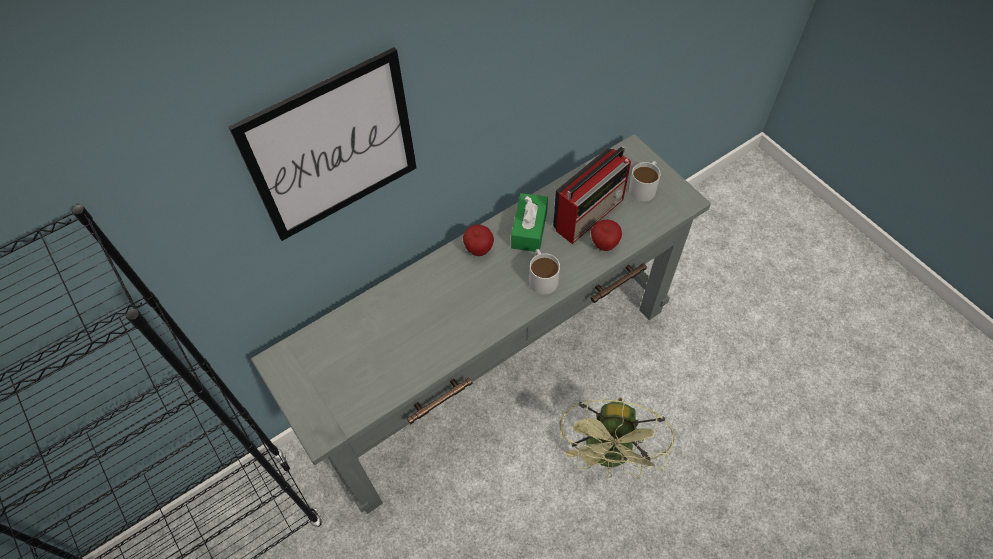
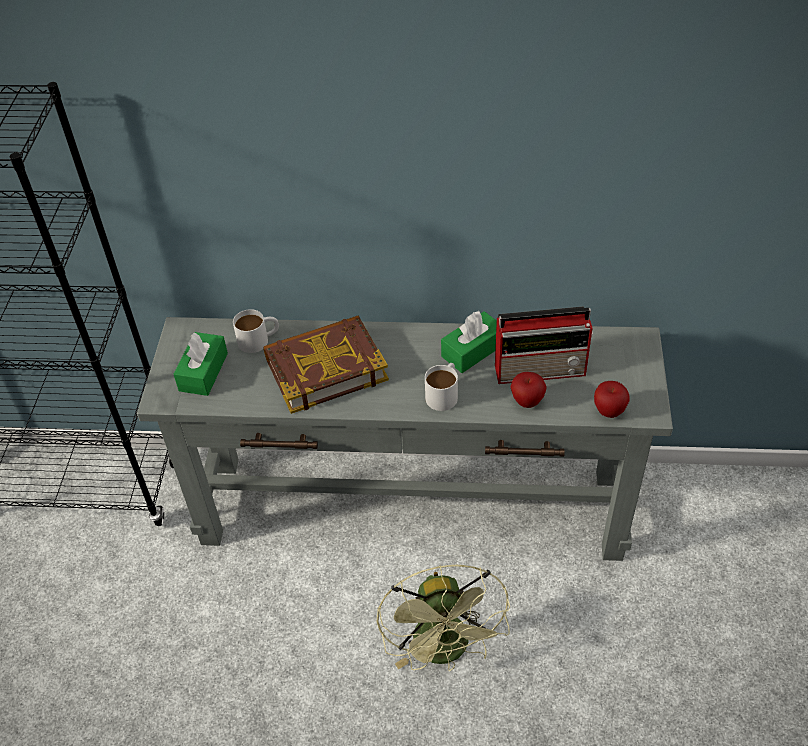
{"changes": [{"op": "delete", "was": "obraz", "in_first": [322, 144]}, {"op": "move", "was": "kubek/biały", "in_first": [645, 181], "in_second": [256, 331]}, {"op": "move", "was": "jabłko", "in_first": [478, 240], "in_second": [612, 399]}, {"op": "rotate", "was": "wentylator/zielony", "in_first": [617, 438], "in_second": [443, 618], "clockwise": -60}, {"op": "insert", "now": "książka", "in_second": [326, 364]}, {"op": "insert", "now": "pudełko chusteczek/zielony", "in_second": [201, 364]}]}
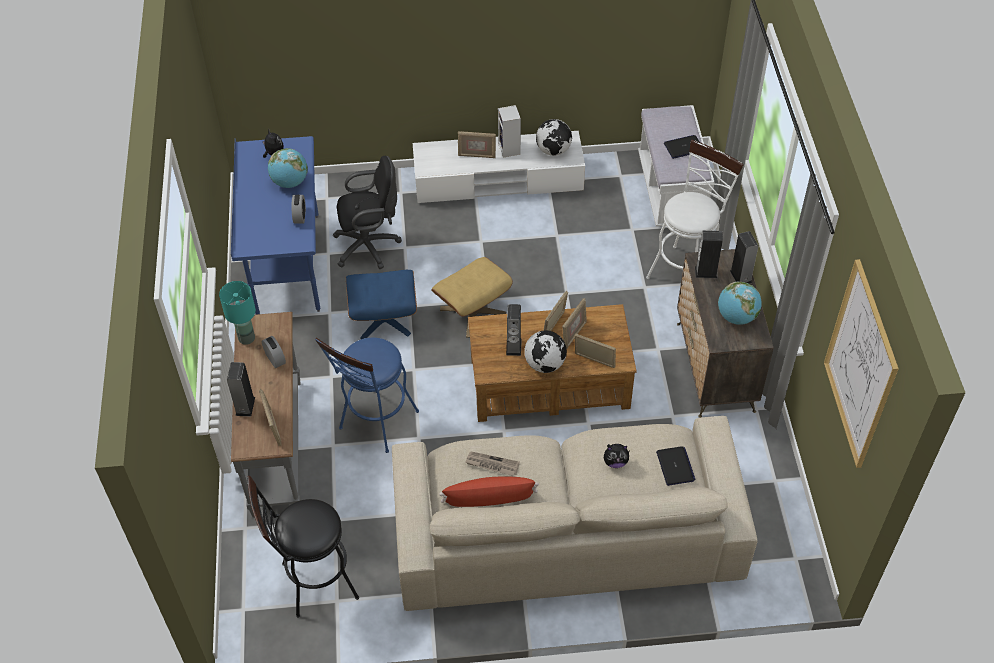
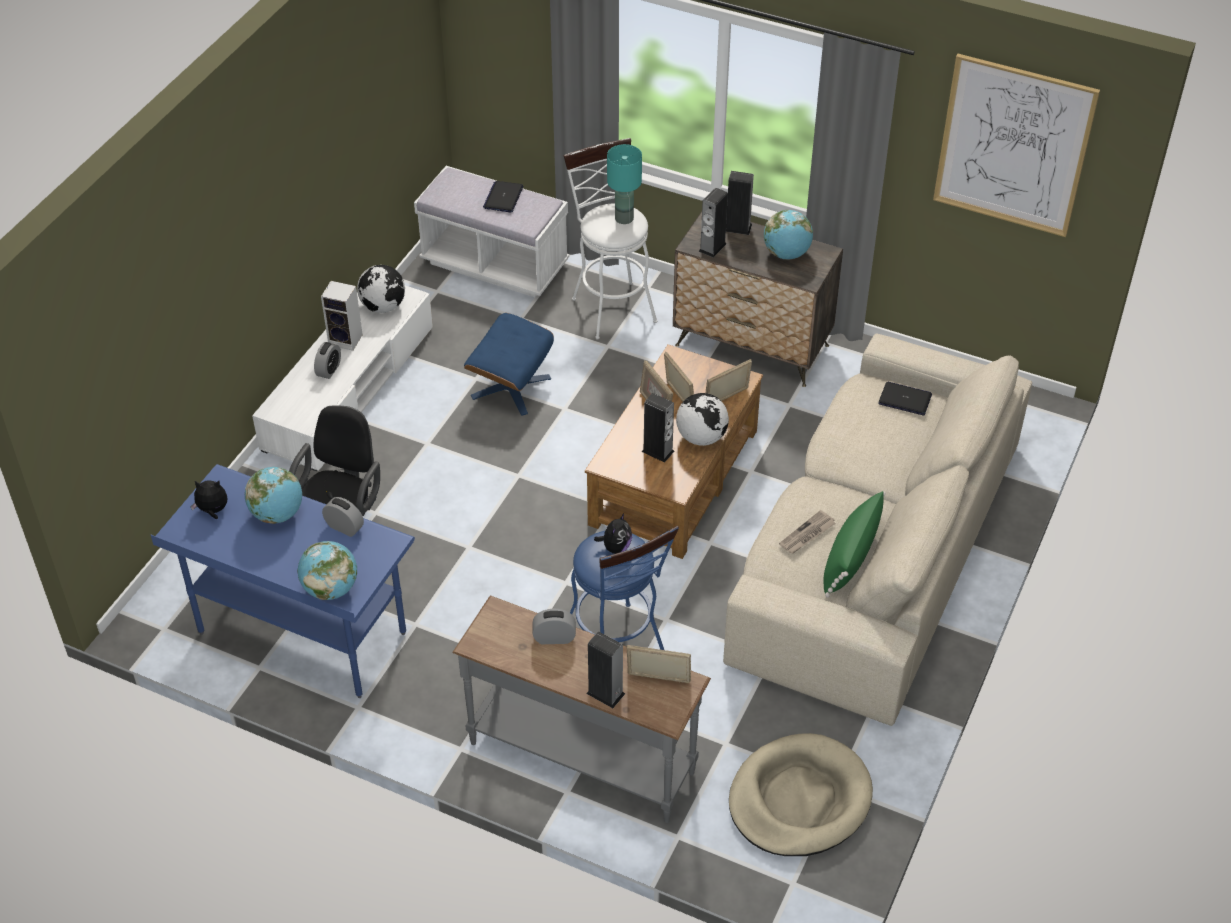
{"changes": [{"op": "replace", "was": "ramka na zdjęcie", "now": "budzik", "in_first": [477, 144], "in_second": [327, 360]}, {"op": "delete", "was": "pufa/beżowy", "in_first": [472, 297]}, {"op": "move", "was": "pufa/niebieski", "in_first": [381, 304], "in_second": [509, 364]}, {"op": "move", "was": "lampa stołowa/turkusowy", "in_first": [237, 313], "in_second": [624, 184]}, {"op": "move", "was": "pluszak", "in_first": [616, 456], "in_second": [613, 533]}, {"op": "replace", "was": "stołek/czarny", "now": "legowisko/beżowy", "in_first": [303, 547], "in_second": [801, 794]}, {"op": "recolor", "was": "poduszka/czerwony", "now": "poduszka/zielony", "in_first": [489, 491], "in_second": [855, 544]}, {"op": "insert", "now": "globus", "in_second": [327, 570]}]}
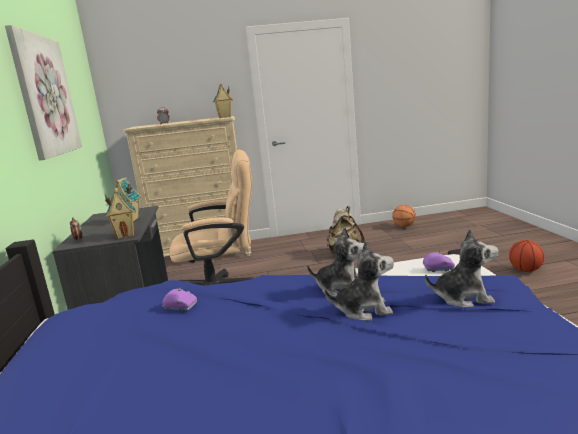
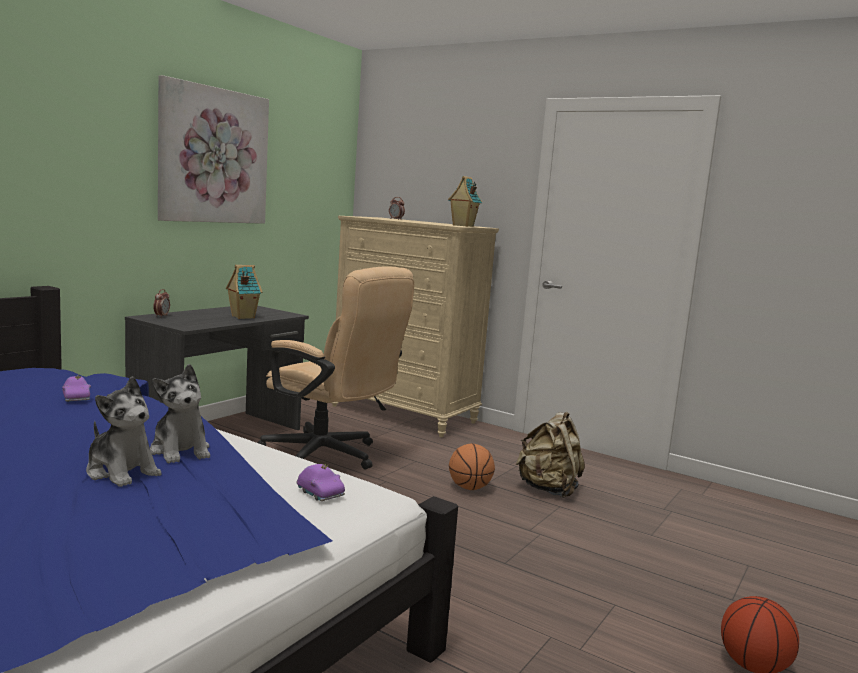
{"changes": [{"op": "delete", "was": "domek", "in_first": [120, 213]}, {"op": "move", "was": "piłka do koszykówki", "in_first": [404, 216], "in_second": [472, 466]}, {"op": "delete", "was": "pluszak", "in_first": [461, 267]}]}
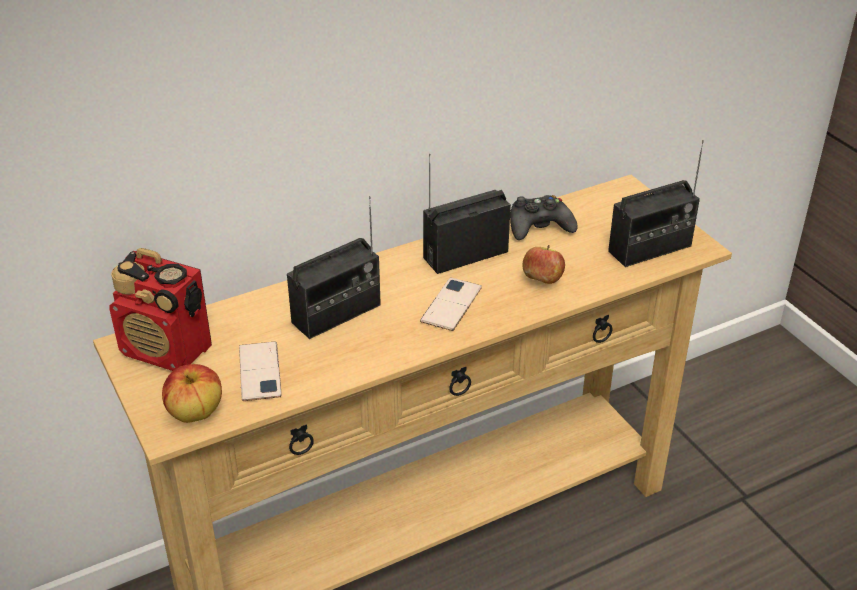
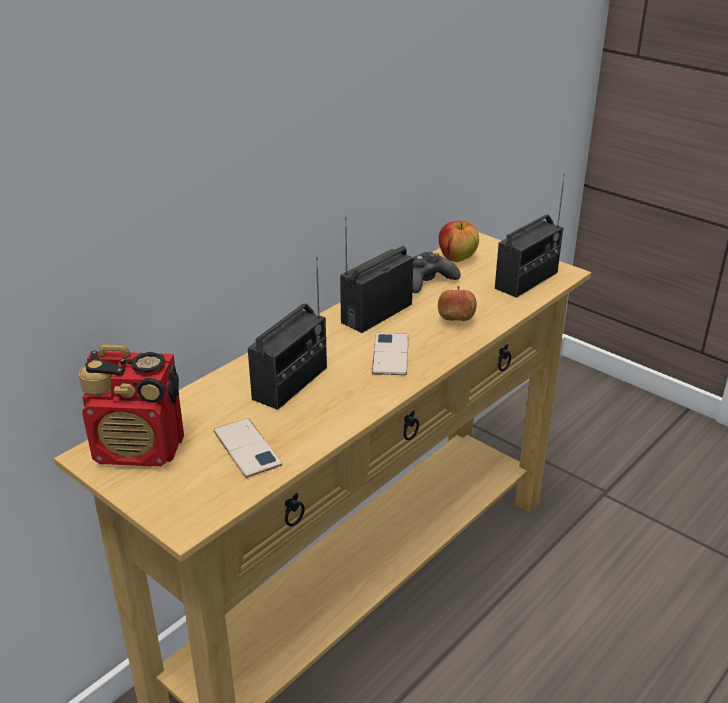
{"changes": [{"op": "move", "was": "jabłko", "in_first": [192, 393], "in_second": [459, 241]}]}
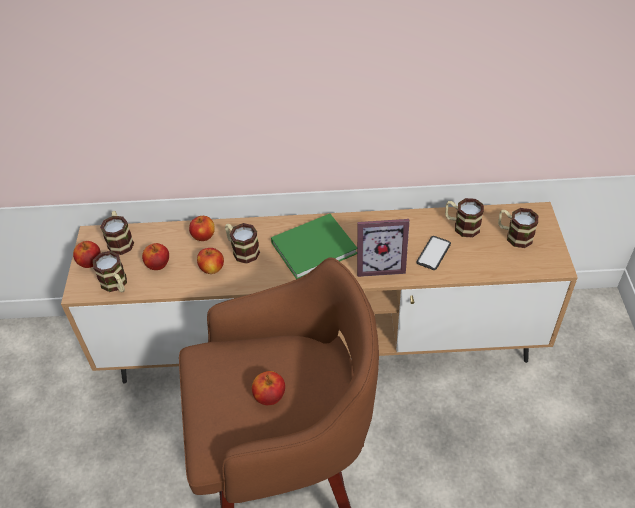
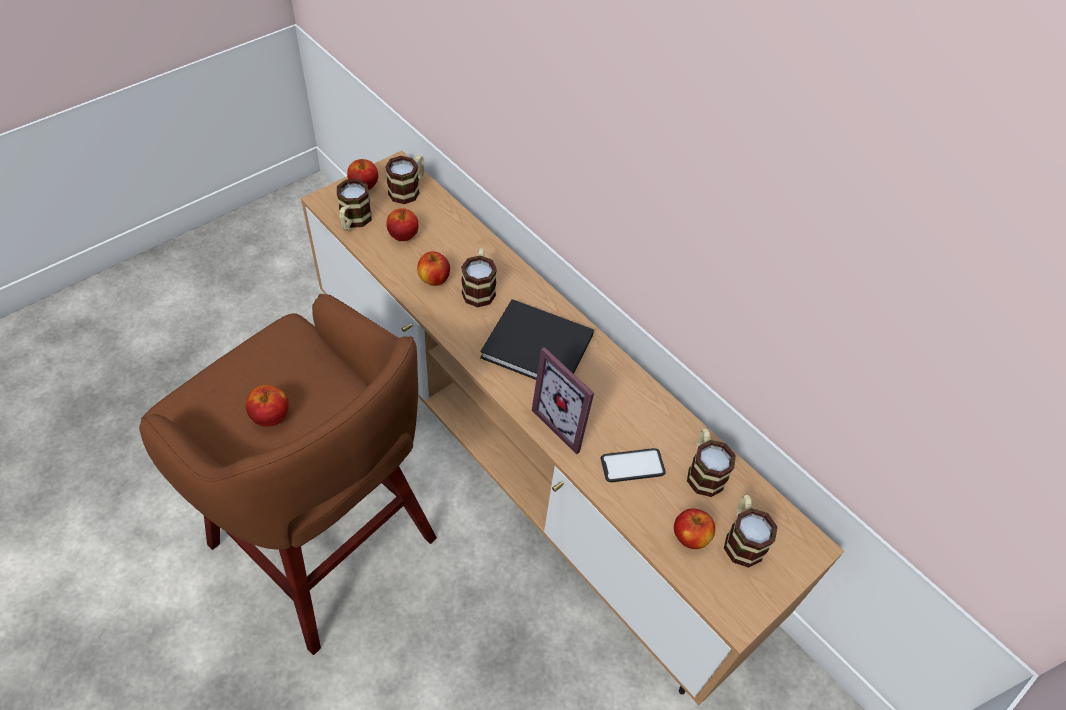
{"changes": [{"op": "recolor", "was": "książka/zielony", "now": "książka/czarny", "in_first": [314, 246], "in_second": [537, 339]}, {"op": "move", "was": "jabłko", "in_first": [202, 228], "in_second": [694, 528]}]}
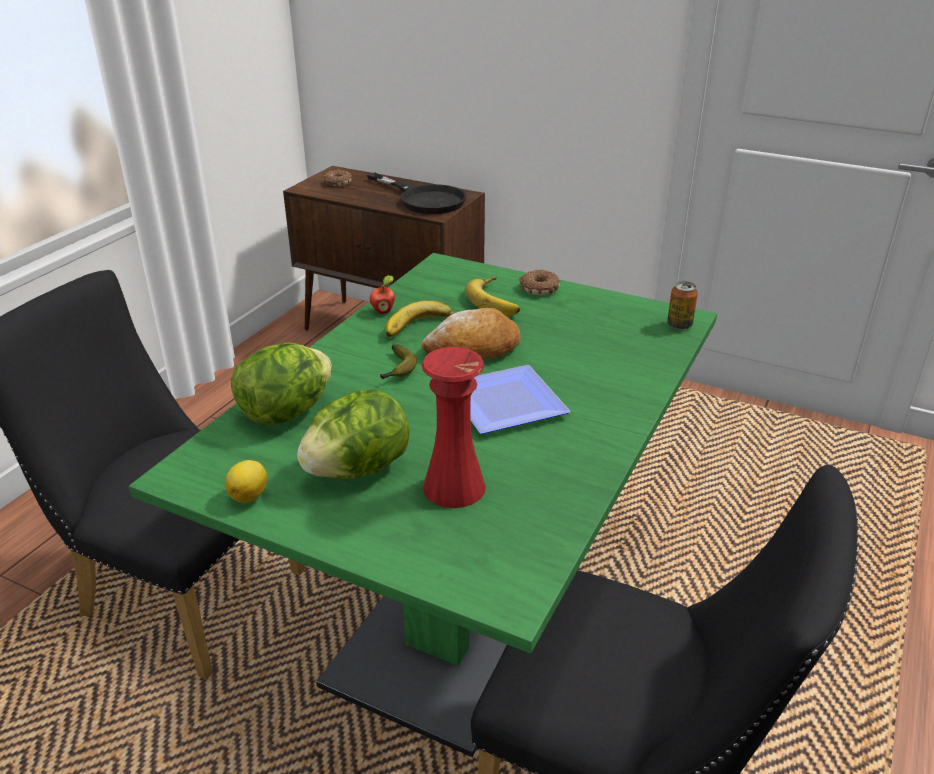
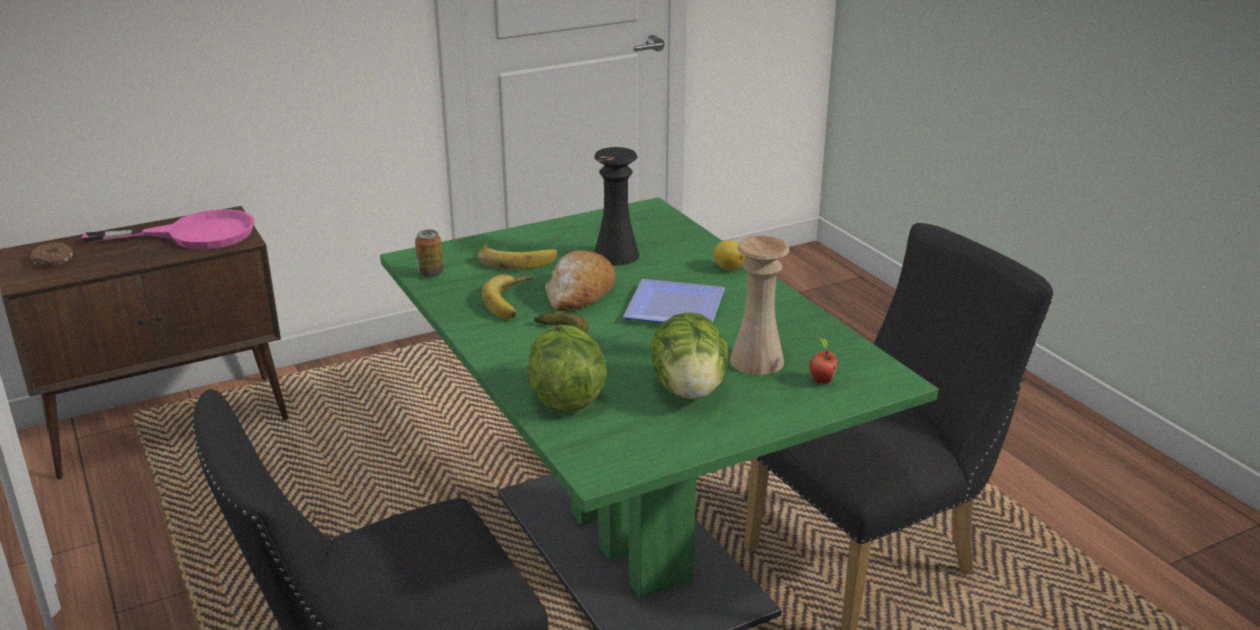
{"changes": [{"op": "recolor", "was": "patelnia/czarny", "now": "patelnia/różowy", "in_first": [416, 193], "in_second": [168, 229]}, {"op": "delete", "was": "donut", "in_first": [539, 282]}, {"op": "move", "was": "jabłko", "in_first": [382, 295], "in_second": [823, 360]}, {"op": "move", "was": "puszka", "in_first": [682, 305], "in_second": [429, 254]}, {"op": "recolor", "was": "wazon/czerwony", "now": "wazon/beżowy", "in_first": [454, 427], "in_second": [759, 305]}, {"op": "move", "was": "cytryna", "in_first": [246, 481], "in_second": [729, 255]}, {"op": "insert", "now": "wazon/czarny", "in_second": [616, 206]}]}
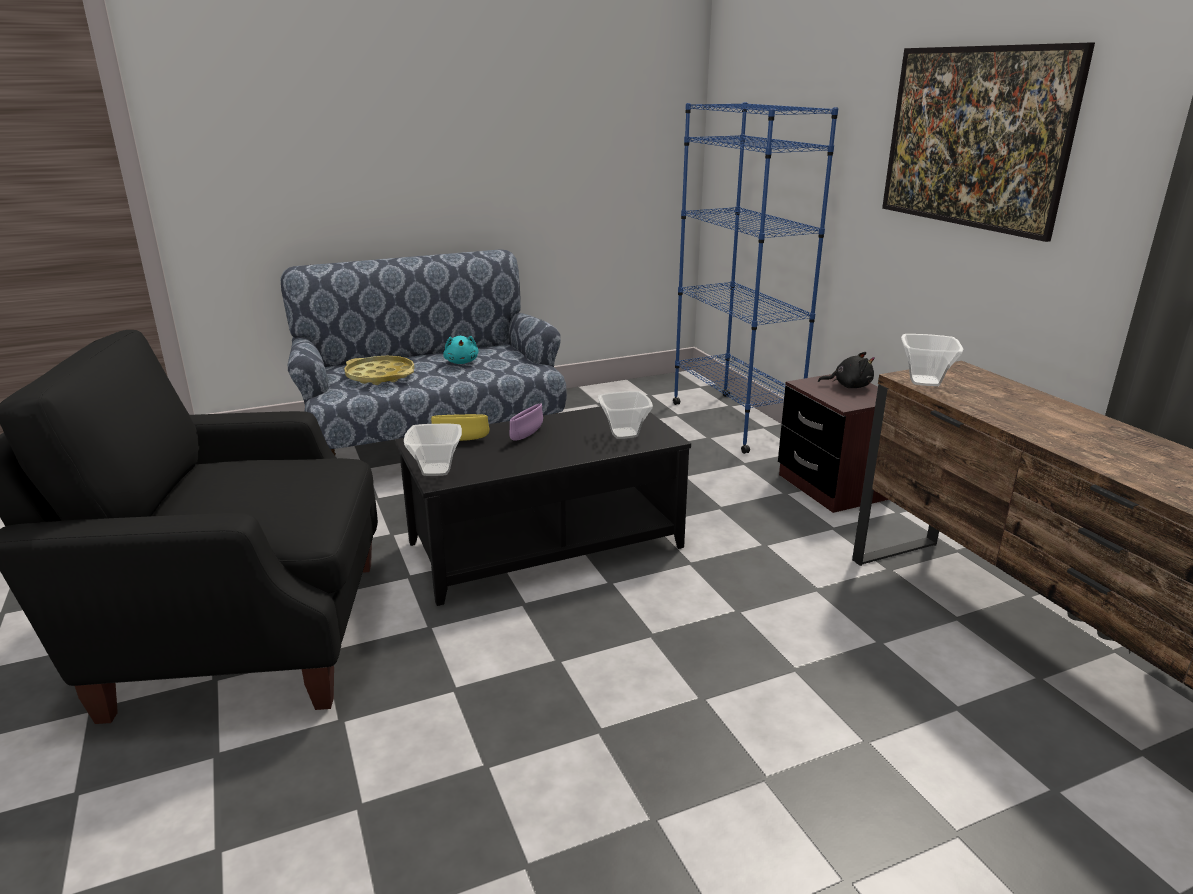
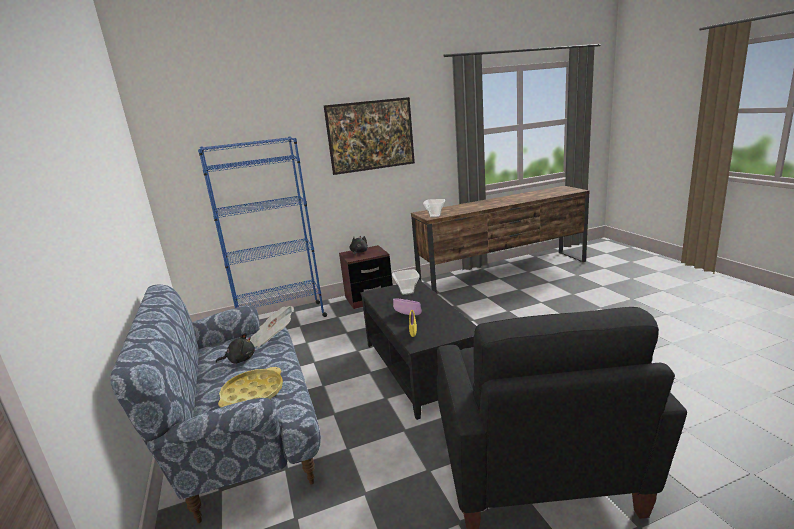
{"changes": [{"op": "recolor", "was": "pluszak/turkusowy", "now": "pluszak/czarny", "in_first": [461, 350], "in_second": [235, 348]}, {"op": "delete", "was": "miska", "in_first": [433, 450]}, {"op": "insert", "now": "gazeta", "in_second": [272, 327]}]}
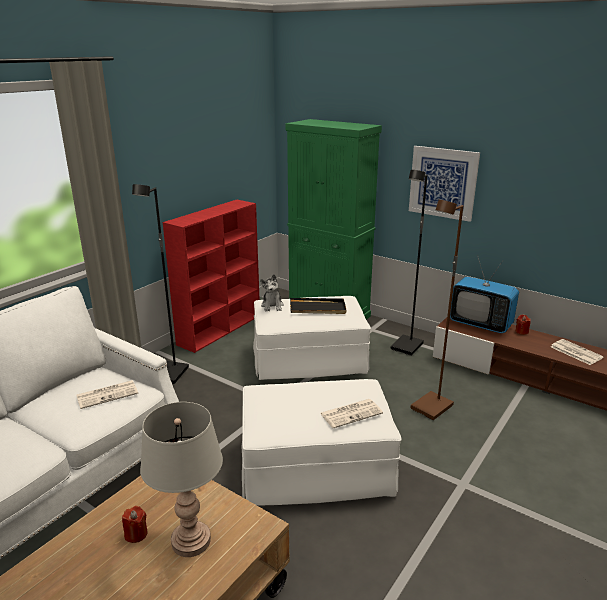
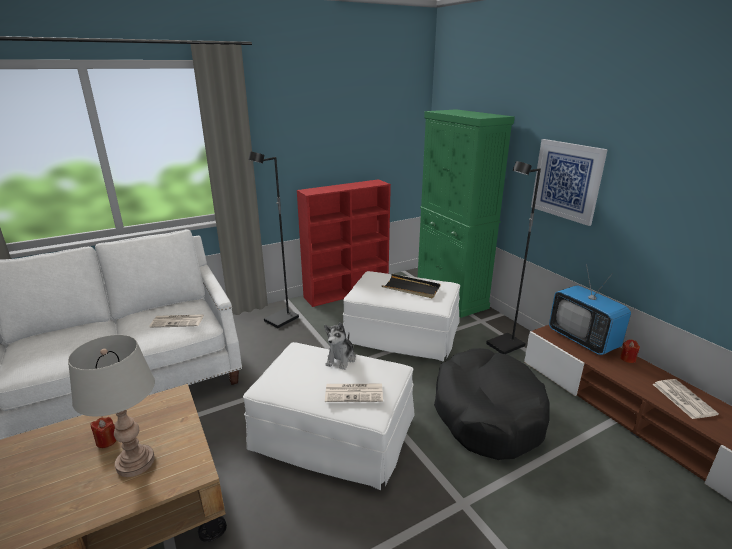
{"changes": [{"op": "replace", "was": "lampa stojąca/brązowy", "now": "legowisko/czarny", "in_first": [437, 310], "in_second": [492, 404]}, {"op": "move", "was": "pluszak", "in_first": [272, 293], "in_second": [340, 346]}]}
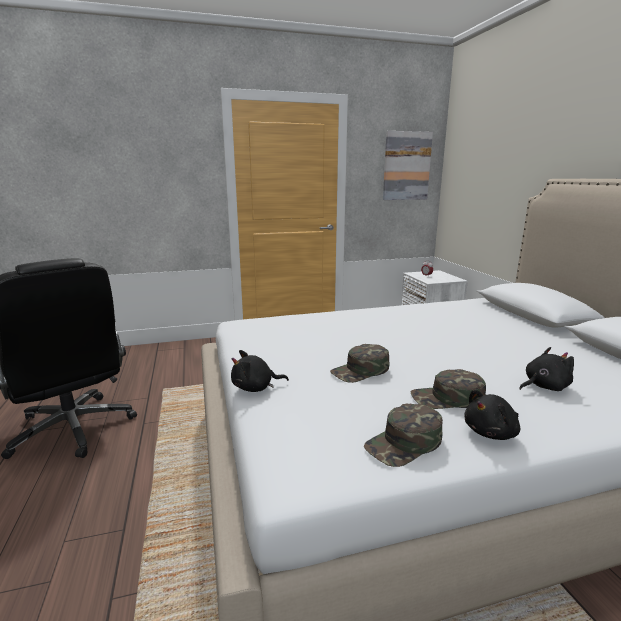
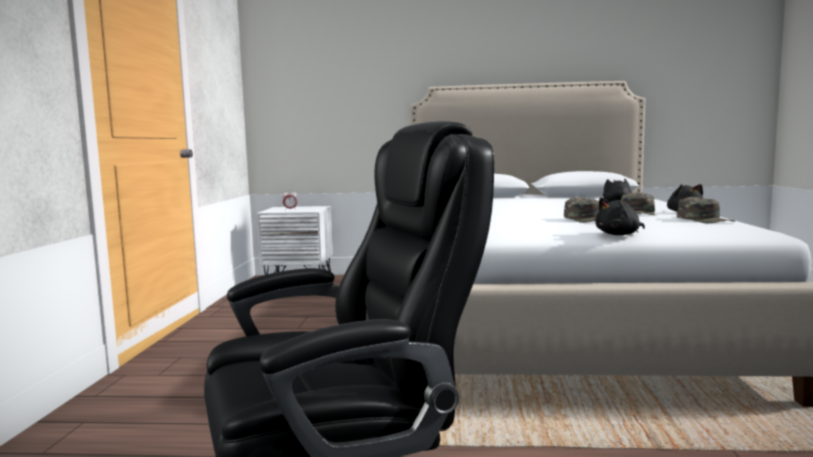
{"changes": [{"op": "delete", "was": "obraz", "in_first": [408, 165]}, {"op": "rotate", "was": "pluszak/czarny", "in_first": [260, 371], "in_second": [620, 216], "clockwise": 60}]}
